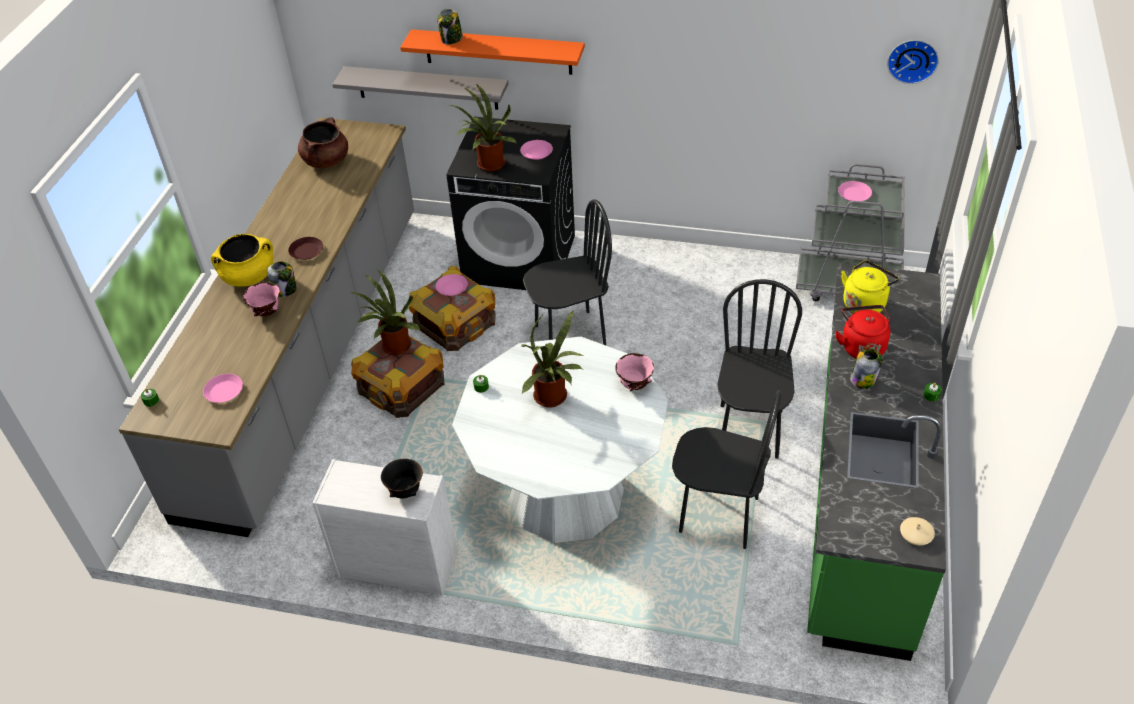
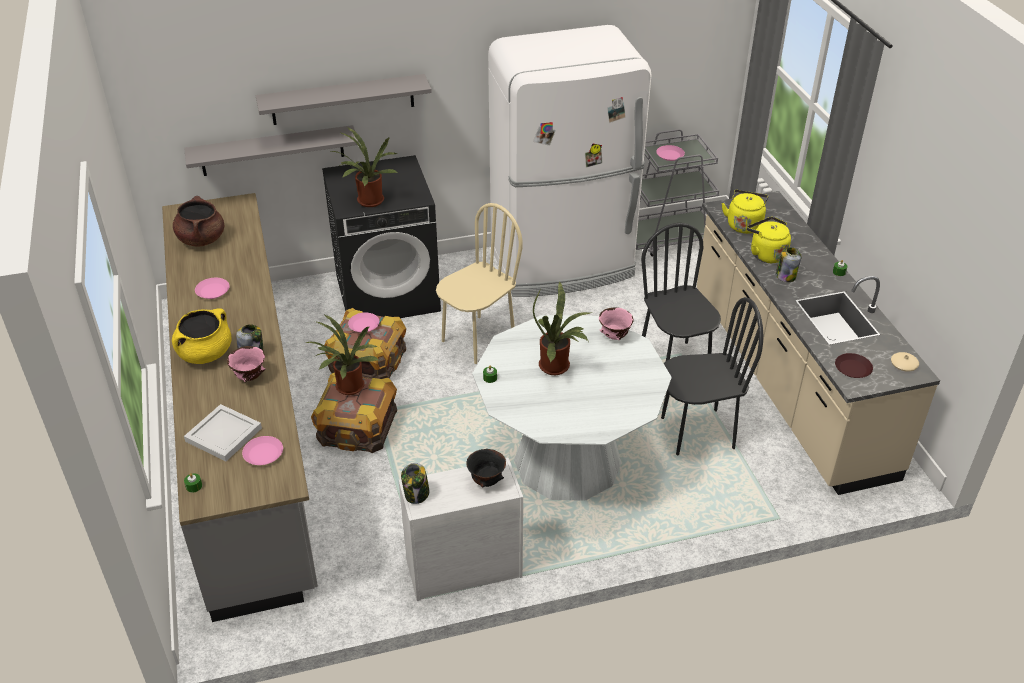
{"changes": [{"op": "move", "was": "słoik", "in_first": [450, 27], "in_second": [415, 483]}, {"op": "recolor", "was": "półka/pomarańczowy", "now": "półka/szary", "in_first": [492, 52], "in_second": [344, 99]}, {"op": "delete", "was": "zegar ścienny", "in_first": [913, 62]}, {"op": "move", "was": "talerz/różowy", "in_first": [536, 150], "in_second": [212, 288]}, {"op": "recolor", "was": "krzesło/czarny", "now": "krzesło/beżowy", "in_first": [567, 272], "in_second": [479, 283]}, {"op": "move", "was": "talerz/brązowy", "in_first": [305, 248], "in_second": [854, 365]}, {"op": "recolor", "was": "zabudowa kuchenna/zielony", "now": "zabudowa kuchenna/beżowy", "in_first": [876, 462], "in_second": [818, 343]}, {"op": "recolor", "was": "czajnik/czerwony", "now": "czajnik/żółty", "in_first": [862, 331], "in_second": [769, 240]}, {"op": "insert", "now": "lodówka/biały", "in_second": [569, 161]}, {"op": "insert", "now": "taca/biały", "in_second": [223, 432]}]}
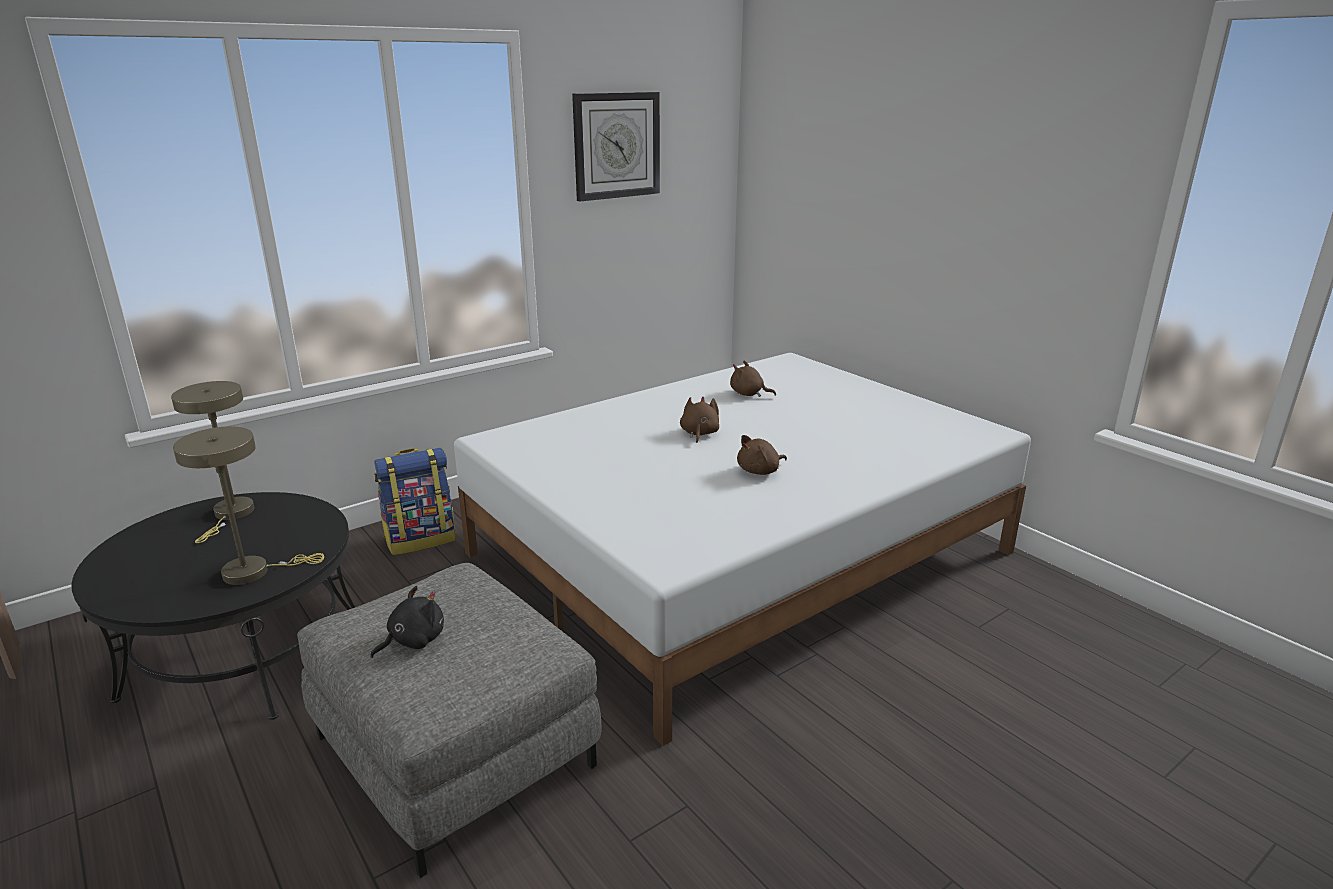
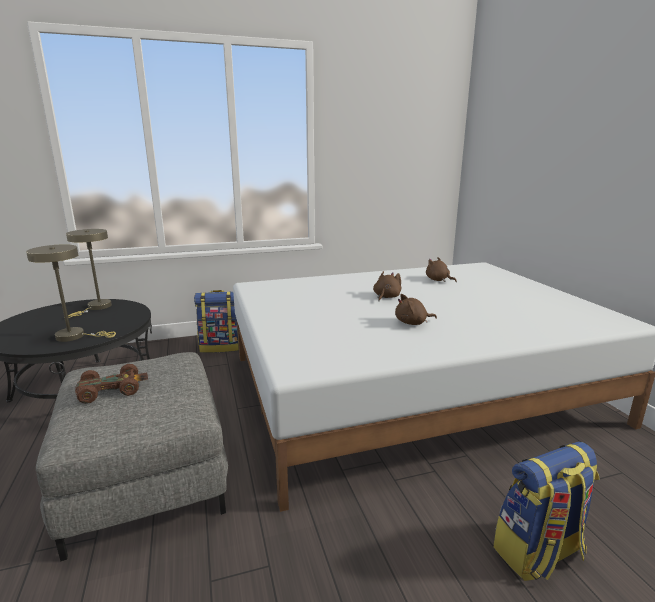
{"changes": [{"op": "delete", "was": "zegar ścienny", "in_first": [616, 146]}, {"op": "replace", "was": "pluszak/czarny", "now": "samochodzik/brązowy", "in_first": [407, 622], "in_second": [111, 384]}, {"op": "insert", "now": "plecak", "in_second": [546, 511]}]}
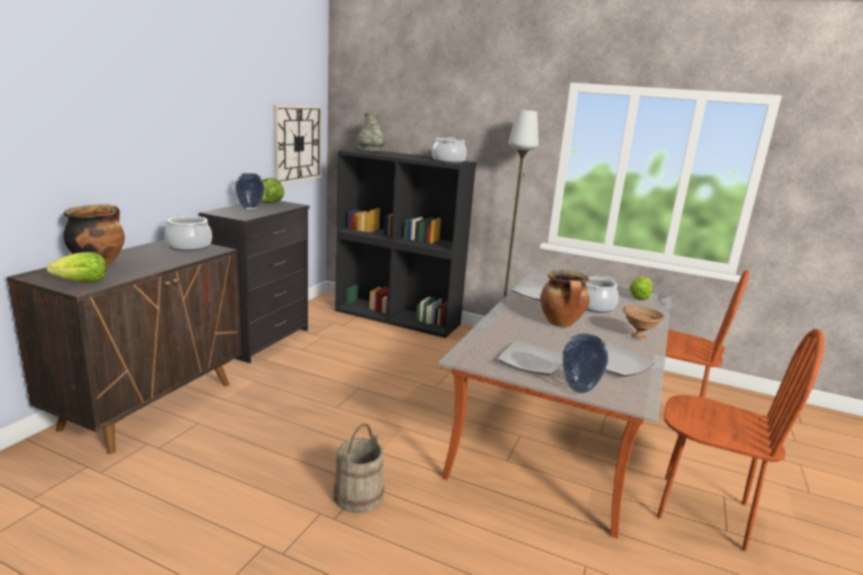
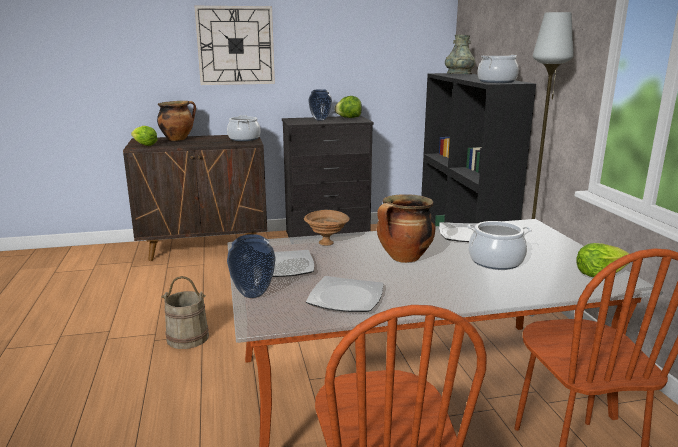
{"changes": [{"op": "move", "was": "zegar ścienny", "in_first": [297, 144], "in_second": [234, 45]}, {"op": "move", "was": "miska/brązowy", "in_first": [644, 322], "in_second": [327, 227]}]}
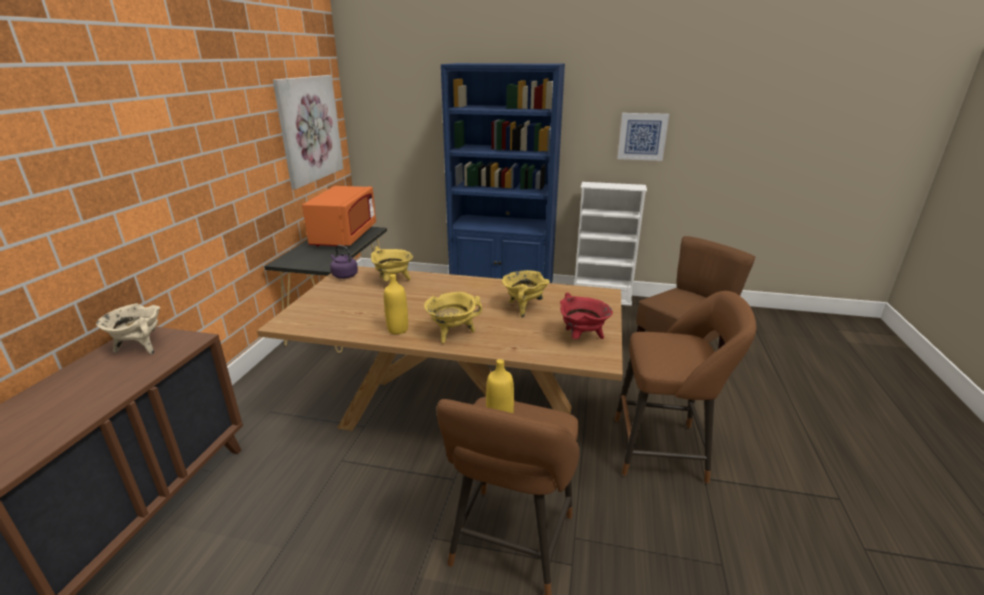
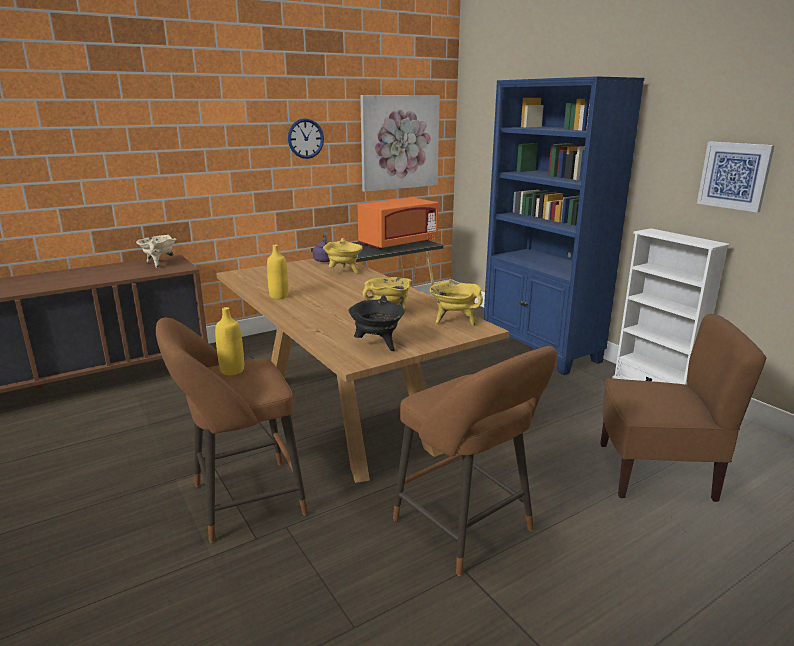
{"changes": [{"op": "move", "was": "garnek/żółty", "in_first": [453, 318], "in_second": [456, 303]}, {"op": "recolor", "was": "garnek/czerwony", "now": "garnek/czarny", "in_first": [586, 315], "in_second": [376, 323]}, {"op": "insert", "now": "zegar ścienny", "in_second": [306, 138]}]}
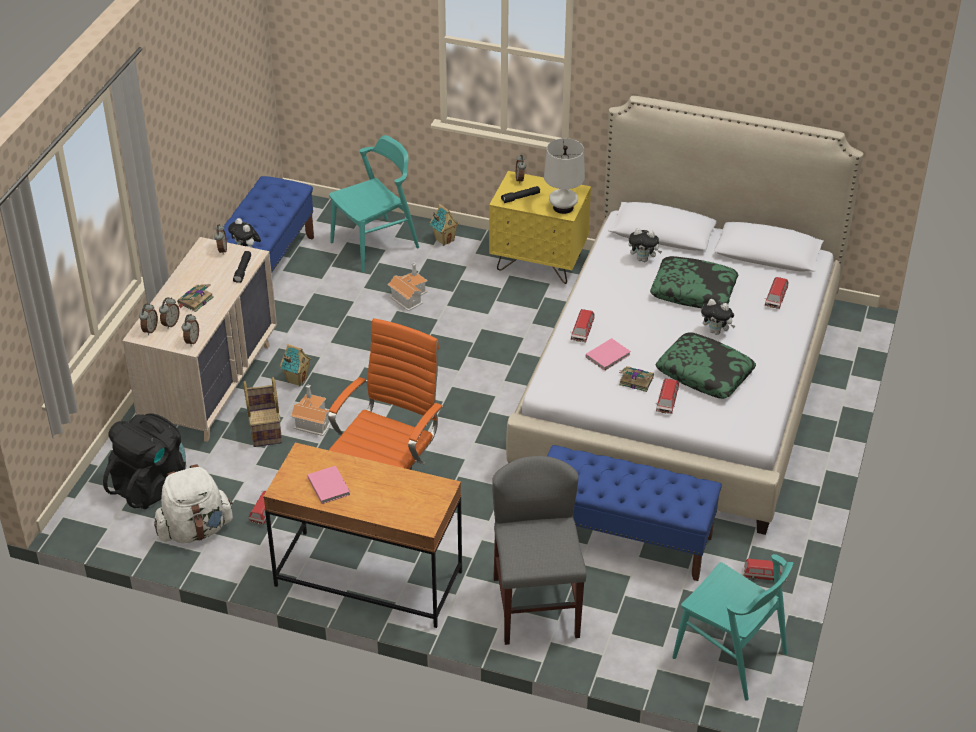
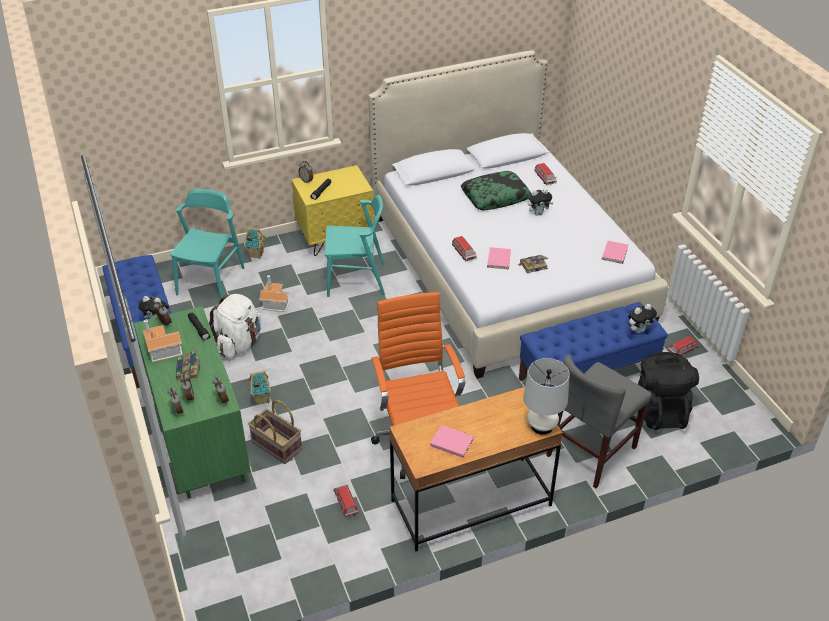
{"changes": [{"op": "move", "was": "lampa stołowa/biały", "in_first": [564, 176], "in_second": [546, 396]}, {"op": "move", "was": "pluszak", "in_first": [645, 245], "in_second": [642, 318]}, {"op": "recolor", "was": "komoda/beżowy", "now": "komoda/zielony", "in_first": [199, 339], "in_second": [192, 402]}, {"op": "delete", "was": "poduszka", "in_first": [706, 365]}, {"op": "delete", "was": "samochodzik", "in_first": [667, 396]}, {"op": "move", "was": "domek", "in_first": [311, 410], "in_second": [163, 340]}, {"op": "move", "was": "plecak/czarny", "in_first": [144, 461], "in_second": [668, 391]}, {"op": "rotate", "was": "krzesło/szary", "in_first": [539, 550], "in_second": [599, 421], "clockwise": -90}, {"op": "move", "was": "plecak/biały", "in_first": [193, 504], "in_second": [235, 326]}, {"op": "move", "was": "krzesło/turkusowy", "in_first": [733, 627], "in_second": [355, 246]}, {"op": "insert", "now": "książka/różowy", "in_second": [615, 252]}]}
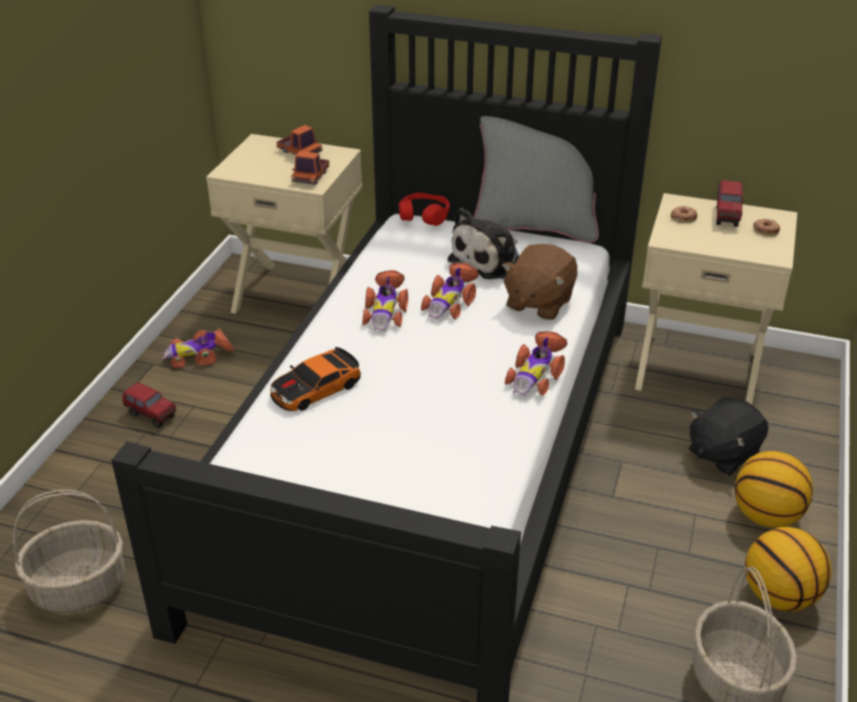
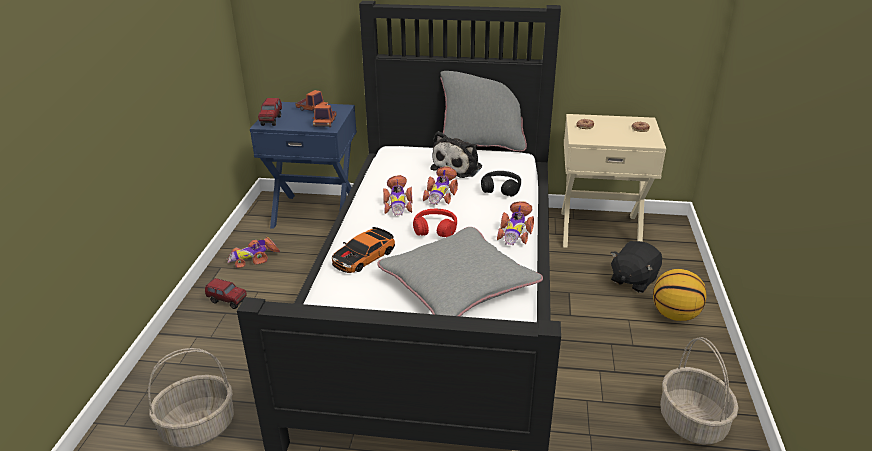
{"changes": [{"op": "recolor", "was": "szafka nocna/beżowy", "now": "szafka nocna/niebieski", "in_first": [284, 224], "in_second": [303, 165]}, {"op": "move", "was": "ciężarówka zabawkowa", "in_first": [729, 203], "in_second": [270, 112]}, {"op": "move", "was": "słuchawki/czerwony", "in_first": [424, 209], "in_second": [435, 222]}, {"op": "replace", "was": "pluszak/brązowy", "now": "słuchawki/czarny", "in_first": [539, 282], "in_second": [501, 184]}, {"op": "delete", "was": "piłka do koszykówki", "in_first": [788, 569]}, {"op": "insert", "now": "poduszka/szary", "in_second": [460, 271]}]}
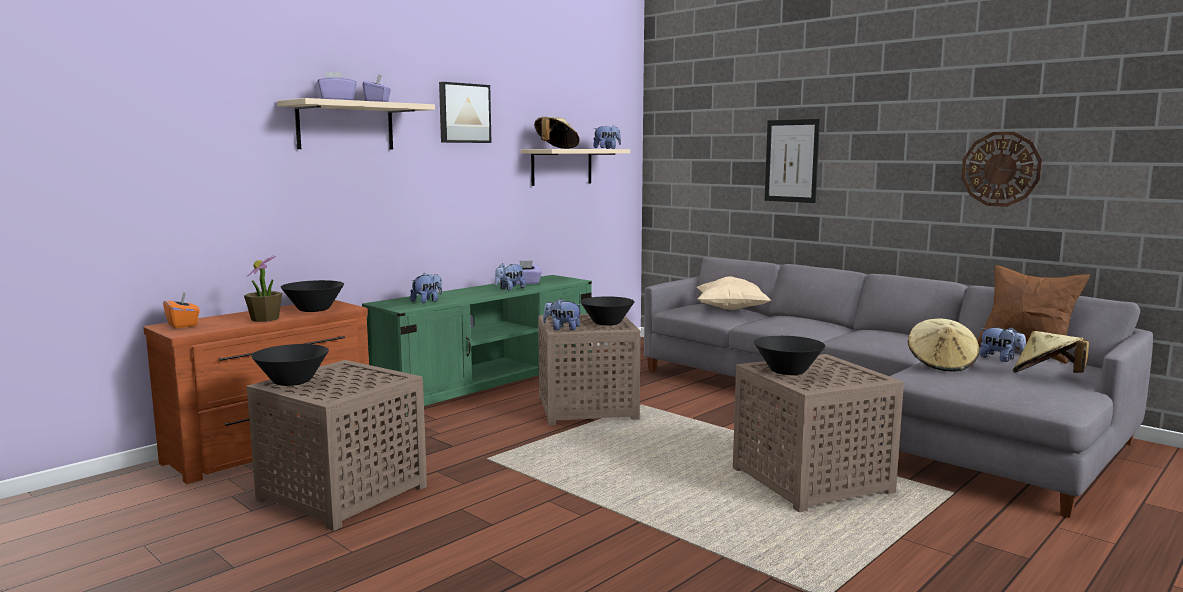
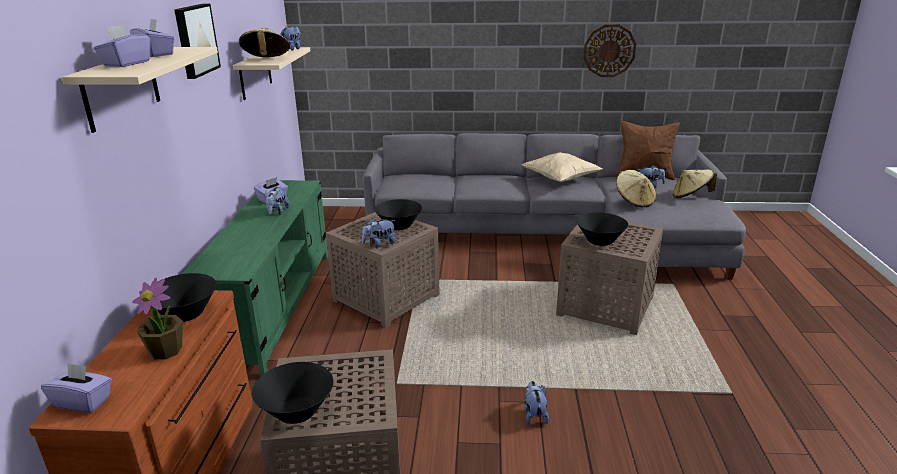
{"changes": [{"op": "delete", "was": "obraz", "in_first": [792, 161]}, {"op": "move", "was": "pluszak", "in_first": [426, 288], "in_second": [536, 403]}, {"op": "move", "was": "poduszka/beżowy", "in_first": [734, 293], "in_second": [562, 167]}, {"op": "recolor", "was": "pudełko chusteczek/pomarańczowy", "now": "pudełko chusteczek/fioletowy", "in_first": [181, 310], "in_second": [76, 388]}]}
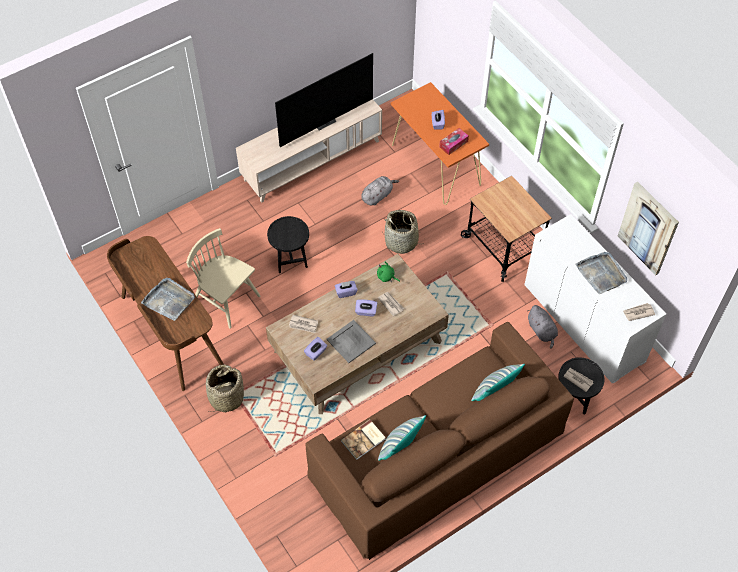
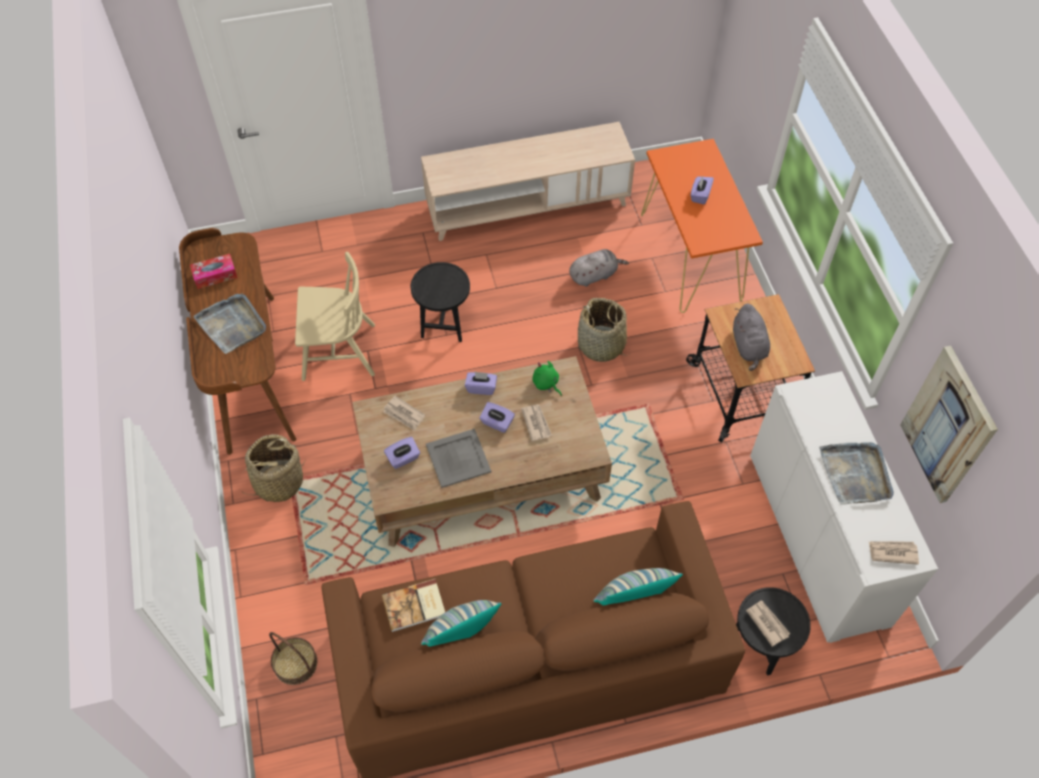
{"changes": [{"op": "delete", "was": "telewizor", "in_first": [324, 100]}, {"op": "move", "was": "pudełko chusteczek", "in_first": [454, 141], "in_second": [214, 271]}, {"op": "rotate", "was": "krzesło/beżowy", "in_first": [223, 278], "in_second": [335, 316], "clockwise": 120}, {"op": "move", "was": "pluszak/szary", "in_first": [542, 327], "in_second": [751, 337]}, {"op": "insert", "now": "koszyk", "in_second": [293, 658]}]}
